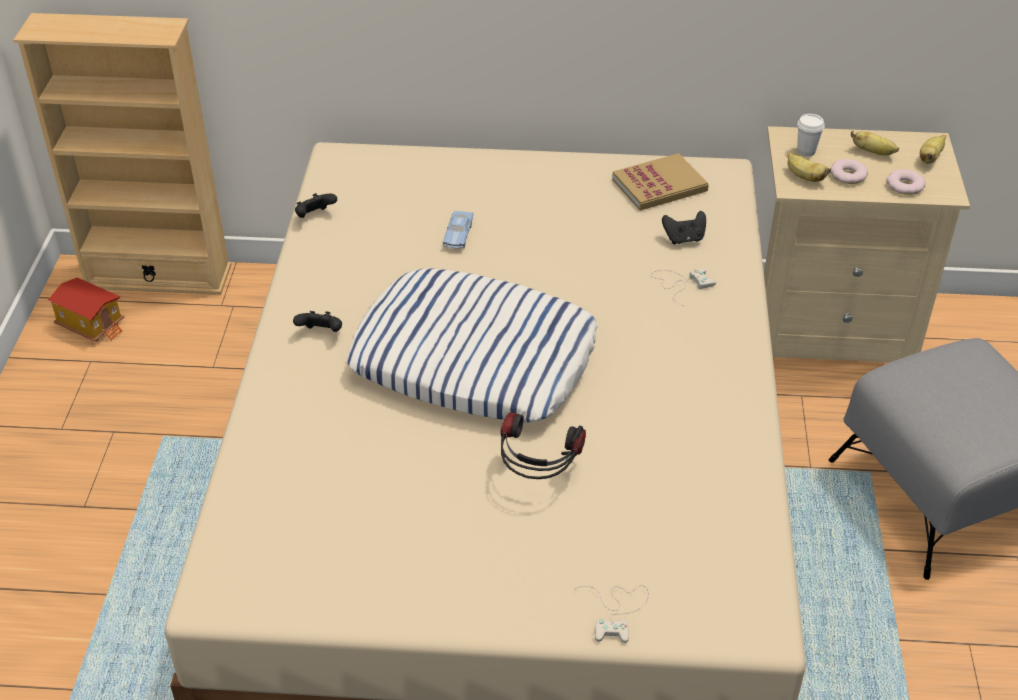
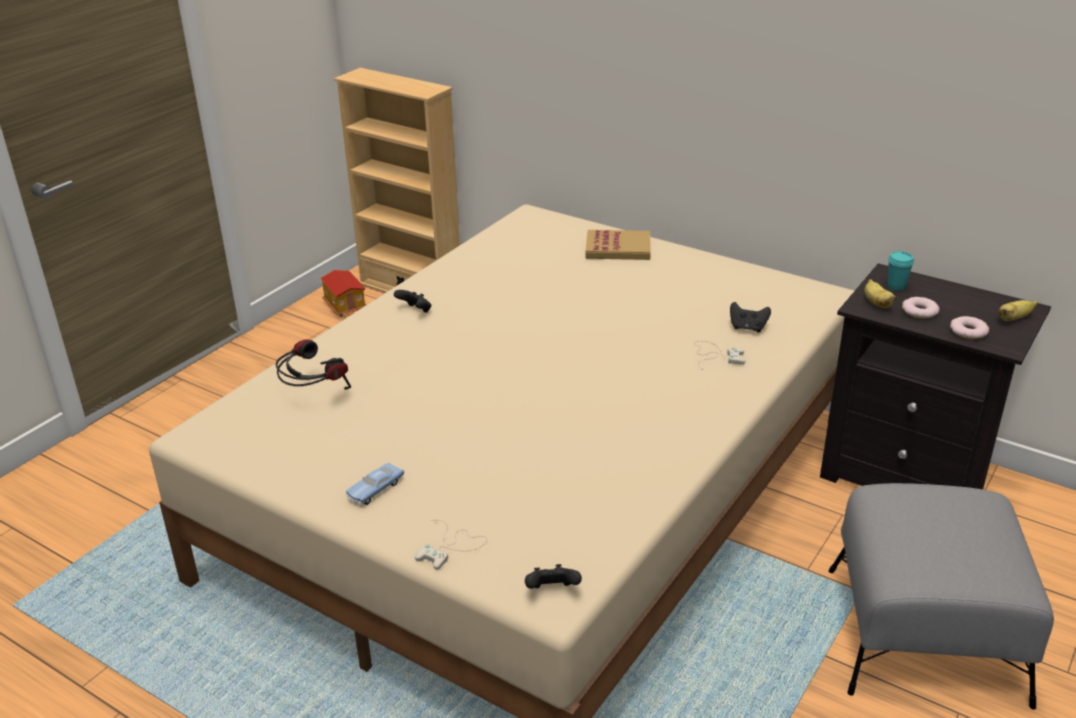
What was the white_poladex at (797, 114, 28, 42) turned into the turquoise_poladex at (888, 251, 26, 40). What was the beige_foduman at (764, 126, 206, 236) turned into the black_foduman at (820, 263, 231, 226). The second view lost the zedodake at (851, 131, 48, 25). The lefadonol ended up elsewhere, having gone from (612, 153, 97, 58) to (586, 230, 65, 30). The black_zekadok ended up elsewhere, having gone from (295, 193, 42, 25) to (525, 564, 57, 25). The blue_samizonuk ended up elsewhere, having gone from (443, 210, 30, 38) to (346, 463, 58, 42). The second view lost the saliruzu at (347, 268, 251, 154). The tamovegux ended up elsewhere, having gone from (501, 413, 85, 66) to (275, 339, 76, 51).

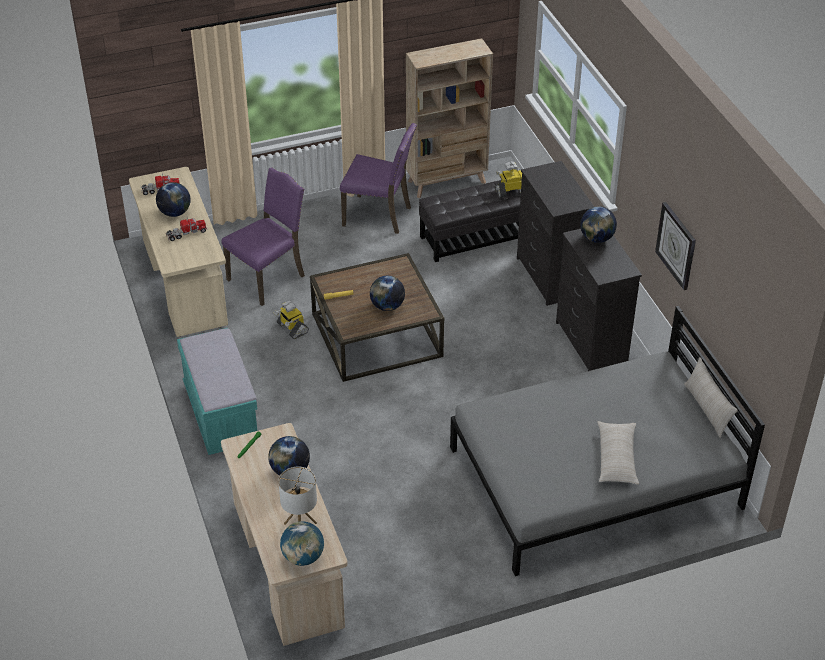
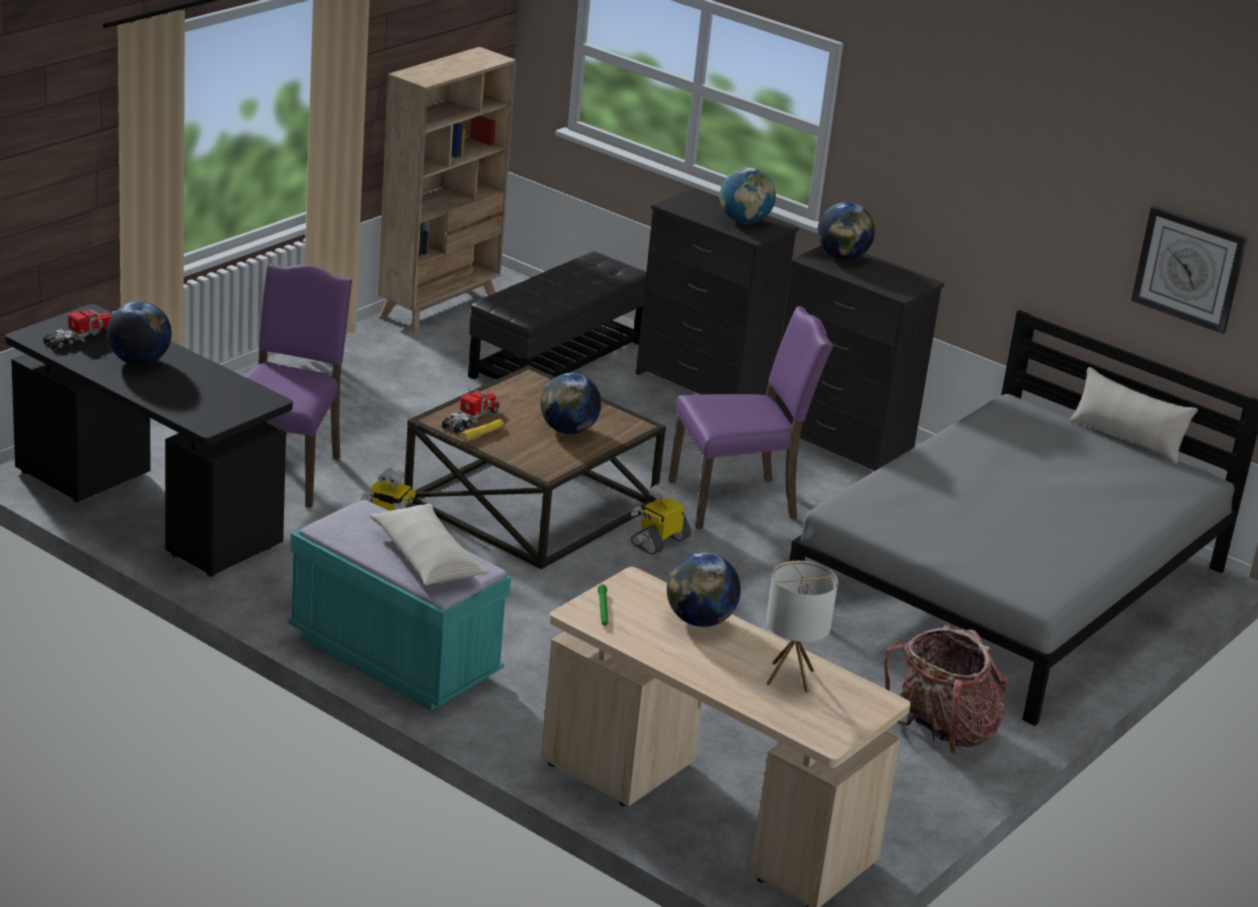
The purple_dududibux ended up elsewhere, having gone from (340, 123, 77, 111) to (669, 306, 164, 223). The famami ended up elsewhere, having gone from (495, 162, 27, 36) to (631, 483, 60, 72). What was the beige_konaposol at (129, 167, 99, 170) turned into the black_konaposol at (5, 304, 288, 273). The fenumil ended up elsewhere, having gone from (655, 202, 41, 88) to (1131, 206, 117, 128). The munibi ended up elsewhere, having gone from (166, 217, 41, 24) to (442, 388, 58, 46). The beige_saliruzu ended up elsewhere, having gone from (598, 421, 41, 64) to (369, 504, 120, 81). The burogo ended up elsewhere, having gone from (280, 521, 44, 45) to (719, 167, 57, 57). The second view gained the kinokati at (884, 625, 123, 130).

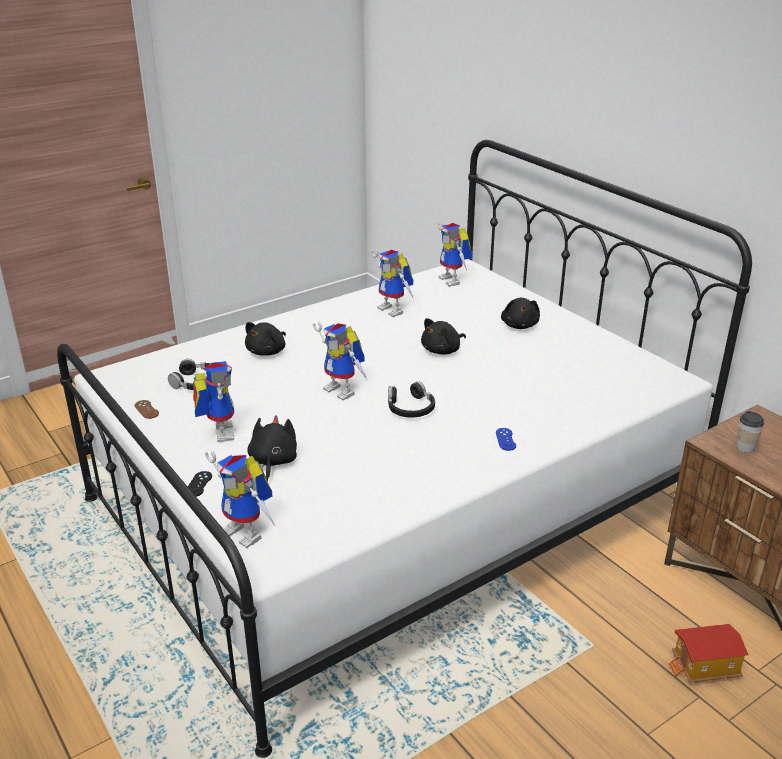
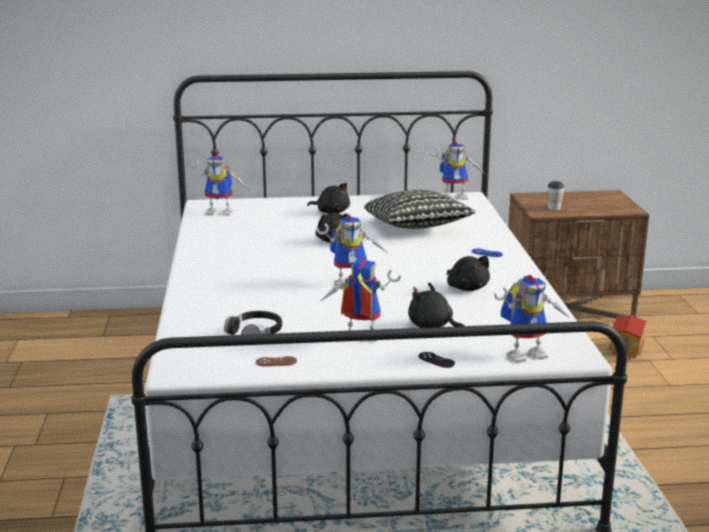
The famami ended up elsewhere, having gone from (371, 249, 43, 68) to (430, 142, 55, 58). The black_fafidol ended up elsewhere, having gone from (245, 322, 41, 34) to (447, 256, 43, 35). The second view lost the black_tamovegux at (388, 381, 47, 37). The second view gained the saliruzu at (364, 190, 112, 39).

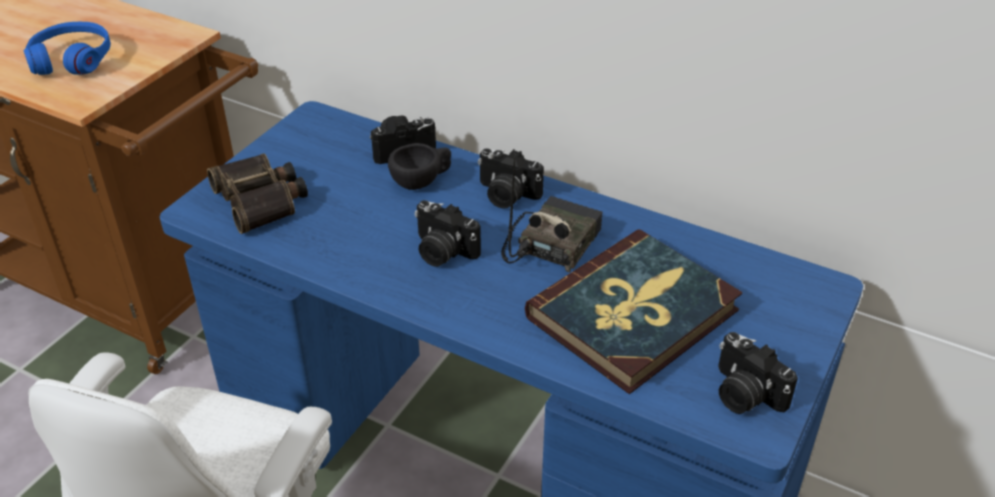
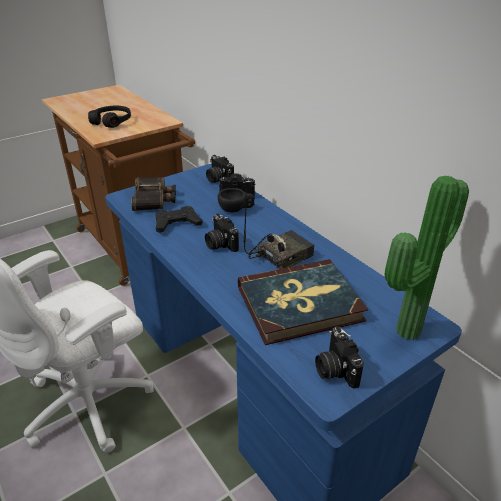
What was the blue_tamovegux at (24, 22, 87, 53) turned into the black_tamovegux at (88, 105, 43, 23). The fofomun ended up elsewhere, having gone from (478, 148, 66, 61) to (206, 155, 28, 28). The second view gained the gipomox at (385, 176, 84, 164). The second view gained the black_zekadok at (155, 206, 48, 27).

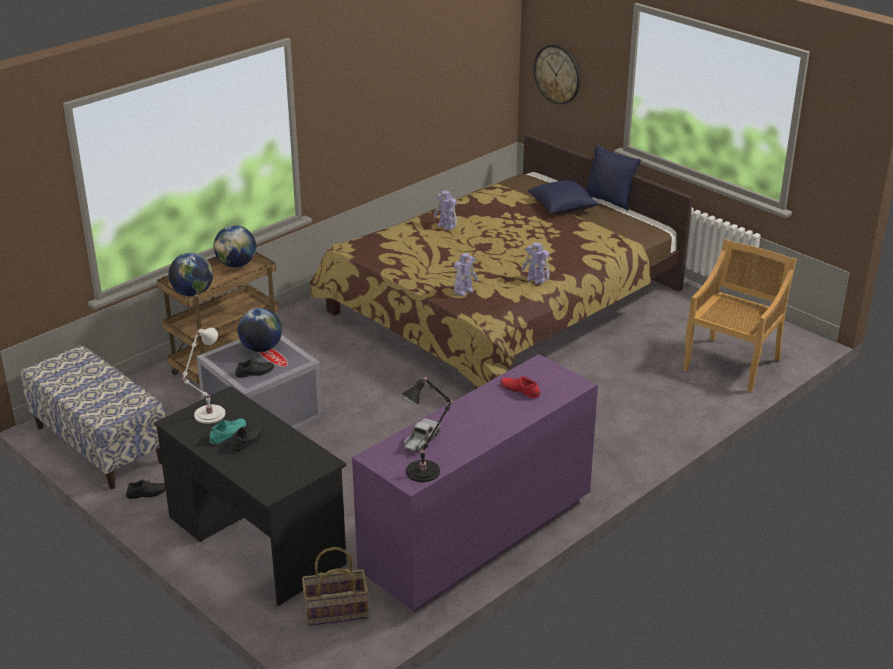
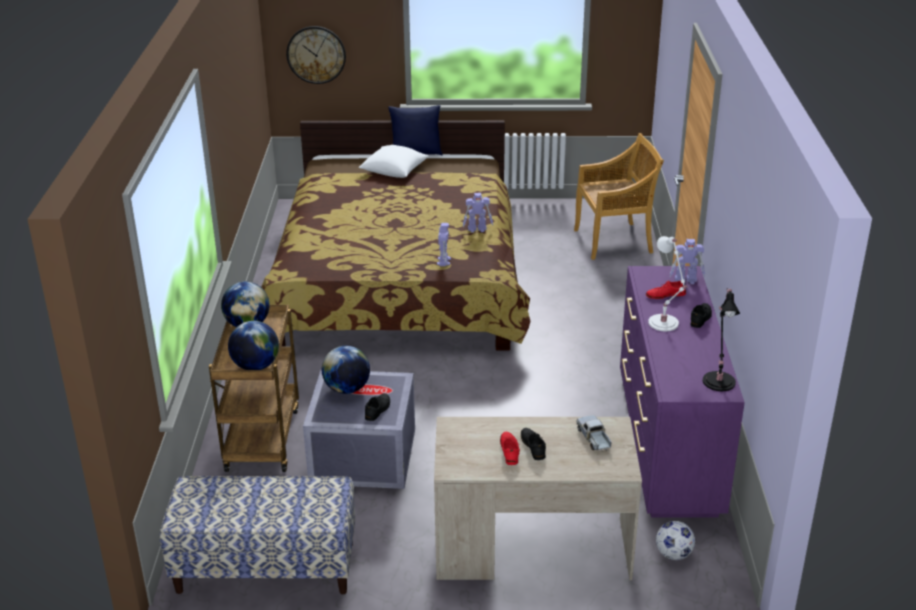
What was the blue_saliruzu at (527, 181, 72, 33) turned into the white_saliruzu at (359, 145, 70, 33). The famami ended up elsewhere, having gone from (434, 190, 24, 40) to (670, 239, 35, 45). The beige_dududibux at (683, 239, 114, 154) ended up facing another way, 90 degrees clockwise from before. The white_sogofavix ended up elsewhere, having gone from (182, 328, 44, 96) to (648, 236, 40, 95). What was the black_konaposol at (154, 386, 193, 220) turned into the beige_konaposol at (434, 417, 208, 163). What was the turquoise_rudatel at (210, 418, 36, 26) turned into the red_rudatel at (500, 432, 20, 33). The munibi ended up elsewhere, having gone from (403, 418, 38, 34) to (576, 415, 36, 35). The black_rudatel ended up elsewhere, having gone from (126, 480, 40, 19) to (690, 303, 22, 25). Where the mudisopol stood at (302, 547, 66, 79), the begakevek came to stand at (656, 521, 39, 39).

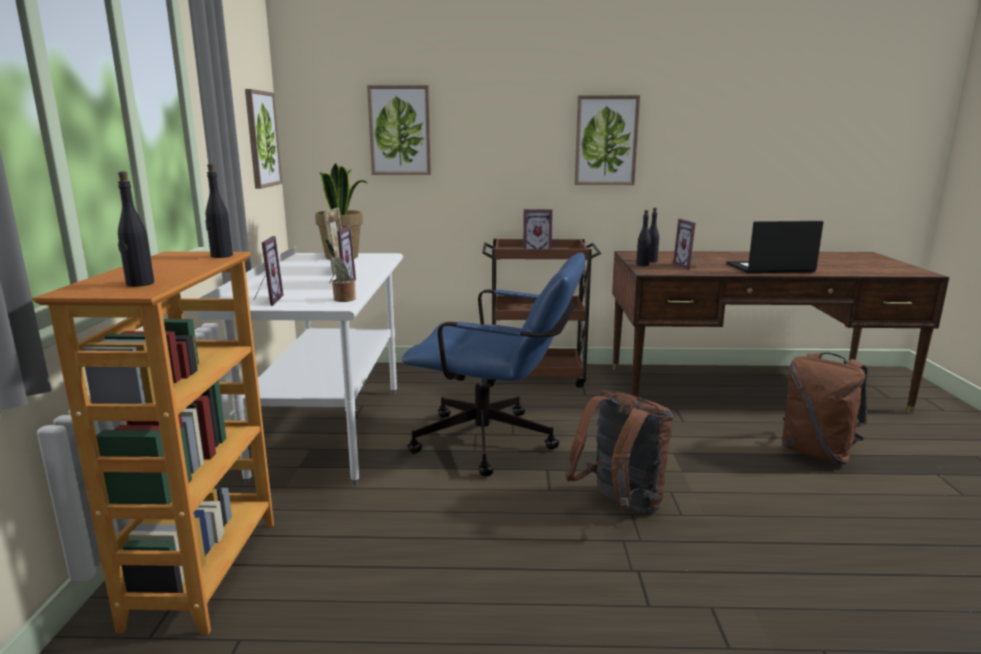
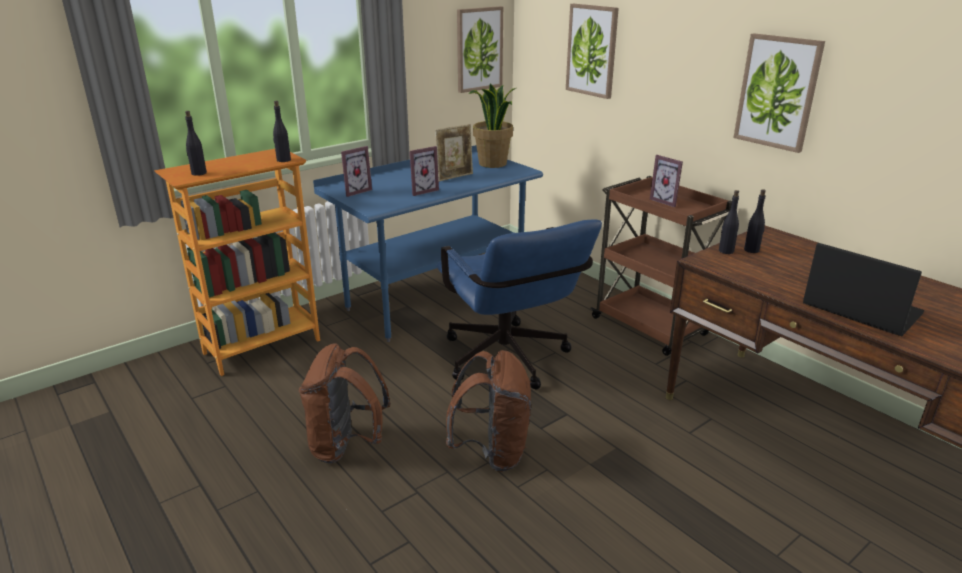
The second view lost the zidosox at (673, 219, 25, 51). The second view lost the gipomox at (326, 239, 30, 63). What was the white_konaposol at (197, 246, 206, 239) turned into the blue_konaposol at (313, 145, 230, 197). The brown_kinokati ended up elsewhere, having gone from (782, 353, 86, 111) to (299, 343, 92, 121).

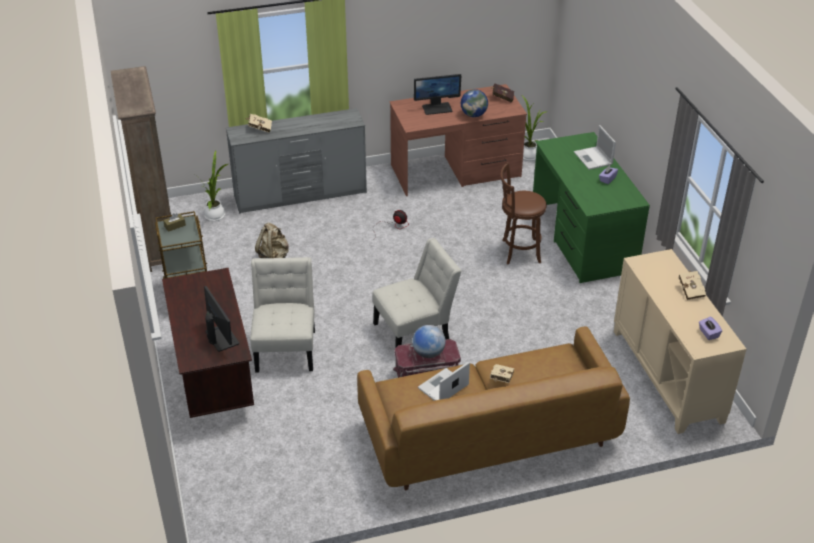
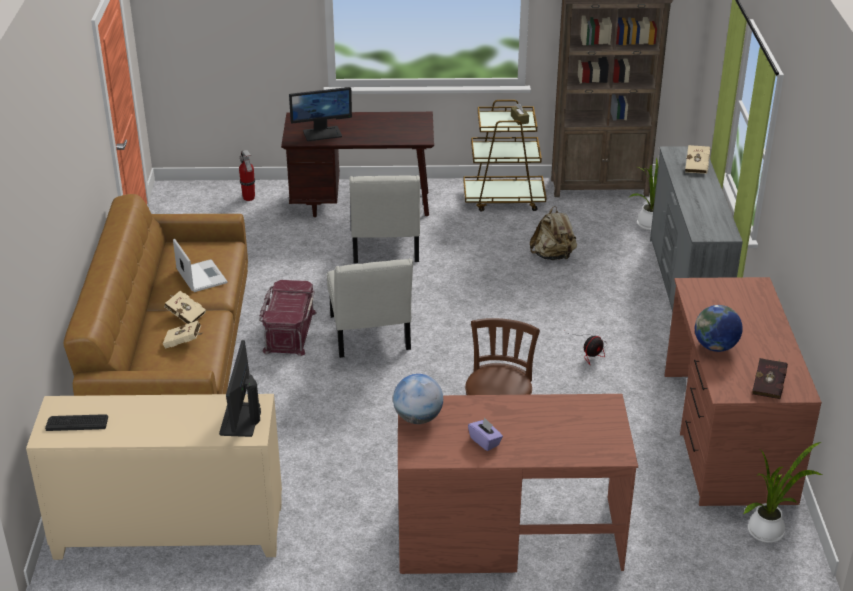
The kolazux ended up elsewhere, having gone from (414, 74, 47, 41) to (219, 340, 42, 97). The second view lost the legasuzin at (574, 125, 42, 45). What was the green_konaposol at (533, 132, 117, 151) turned into the brown_konaposol at (398, 394, 240, 180). The white_dududibux at (250, 257, 65, 116) ended up facing another way, 75 degrees clockwise from before. The beige_lefadonol ended up elsewhere, having gone from (678, 271, 28, 29) to (163, 321, 40, 27). Where the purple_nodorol stood at (699, 317, 23, 23), the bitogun came to stand at (45, 414, 63, 17). The burogo ended up elsewhere, having gone from (412, 325, 34, 33) to (393, 374, 50, 50). The second view gained the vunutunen at (239, 150, 16, 51).

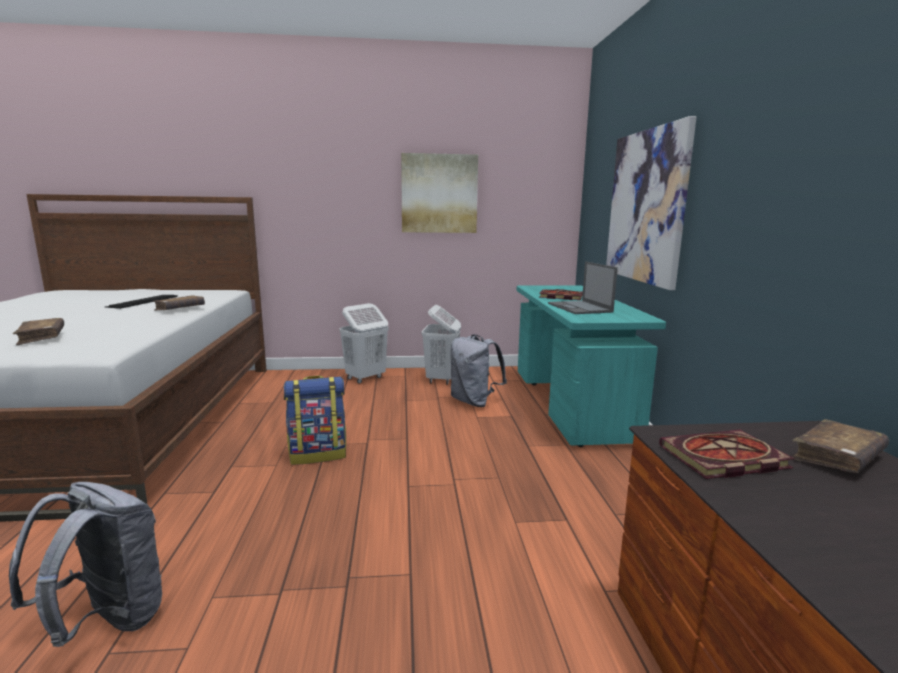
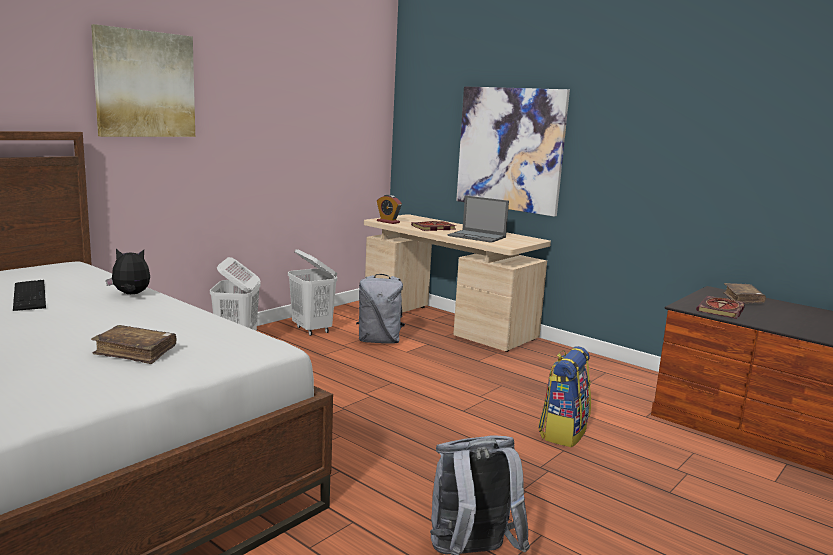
The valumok ended up elsewhere, having gone from (401, 153, 77, 80) to (91, 24, 104, 113). What was the turquoise_konaposol at (517, 285, 149, 162) turned into the beige_konaposol at (364, 214, 187, 138). Where the brown_lefadonol stood at (152, 295, 53, 15), the fafidol came to stand at (106, 249, 44, 45). The kinokati ended up elsewhere, having gone from (284, 376, 62, 89) to (538, 346, 53, 101). The second view gained the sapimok at (377, 195, 25, 29).

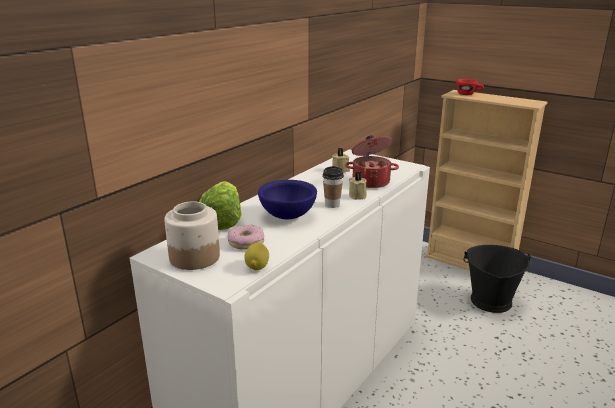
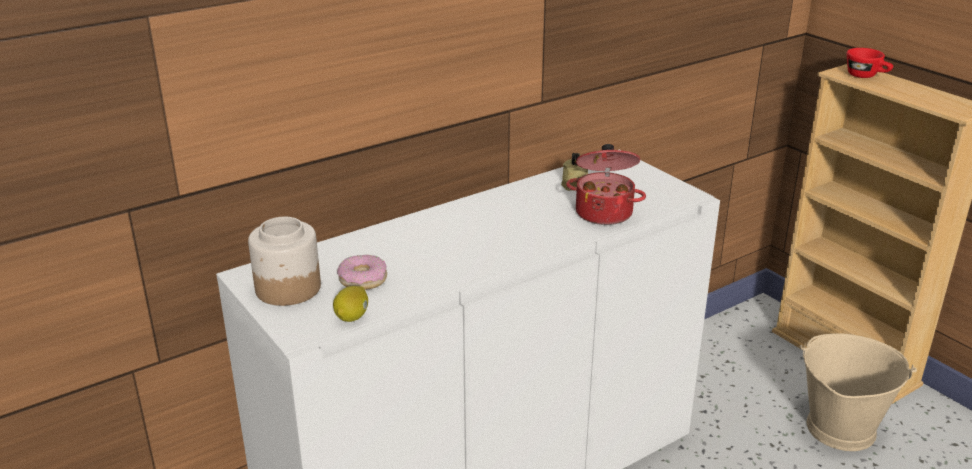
The second view lost the poladex at (322, 166, 22, 42). The second view lost the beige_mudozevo at (349, 171, 18, 29). The second view lost the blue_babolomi at (258, 180, 59, 39). The second view lost the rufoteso at (199, 181, 43, 49). What was the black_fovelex at (465, 245, 66, 68) turned into the beige_fovelex at (799, 333, 118, 118).

